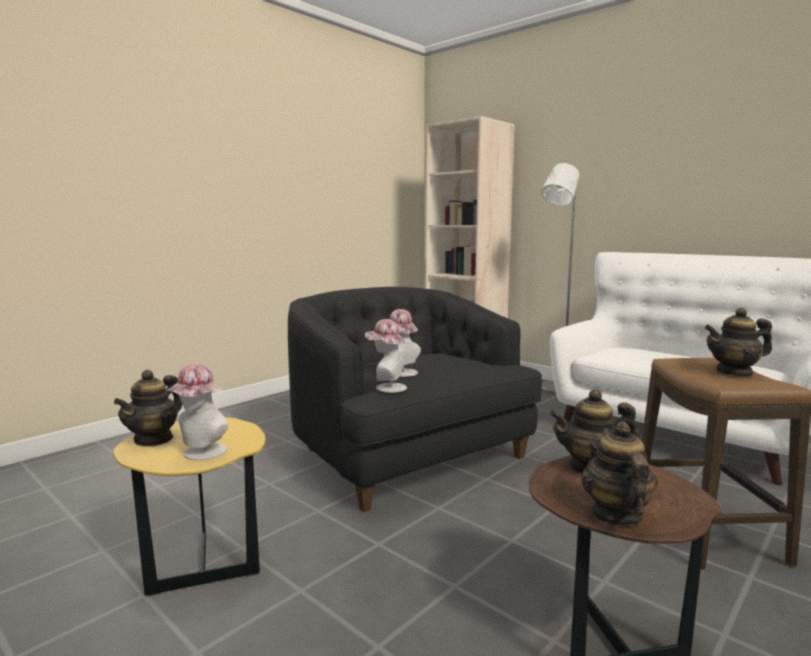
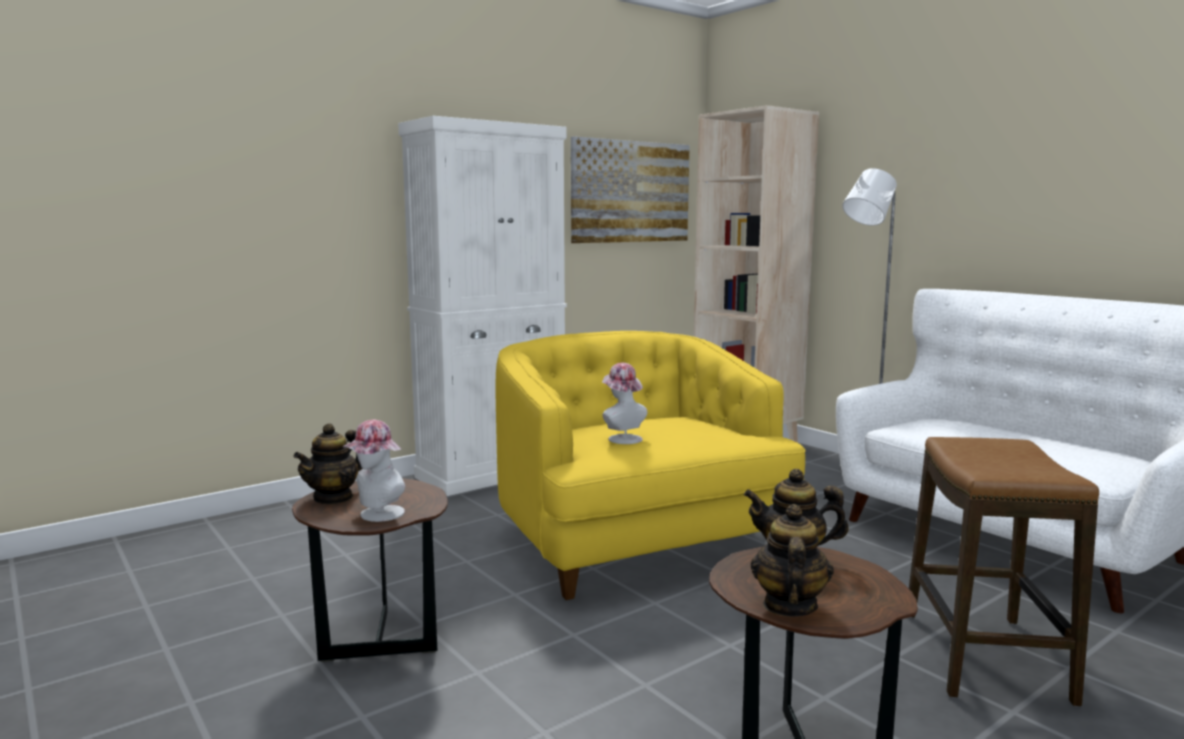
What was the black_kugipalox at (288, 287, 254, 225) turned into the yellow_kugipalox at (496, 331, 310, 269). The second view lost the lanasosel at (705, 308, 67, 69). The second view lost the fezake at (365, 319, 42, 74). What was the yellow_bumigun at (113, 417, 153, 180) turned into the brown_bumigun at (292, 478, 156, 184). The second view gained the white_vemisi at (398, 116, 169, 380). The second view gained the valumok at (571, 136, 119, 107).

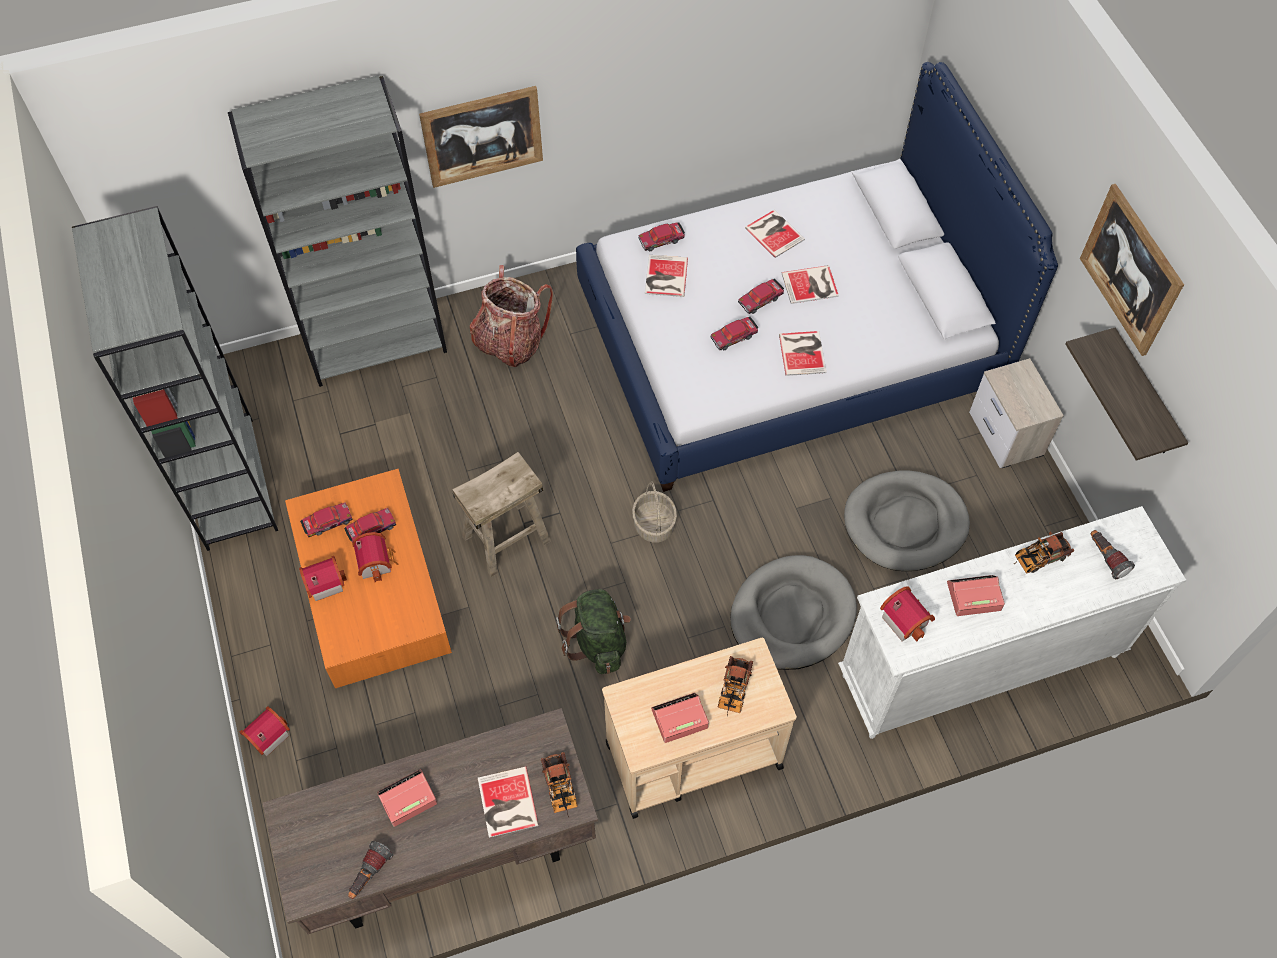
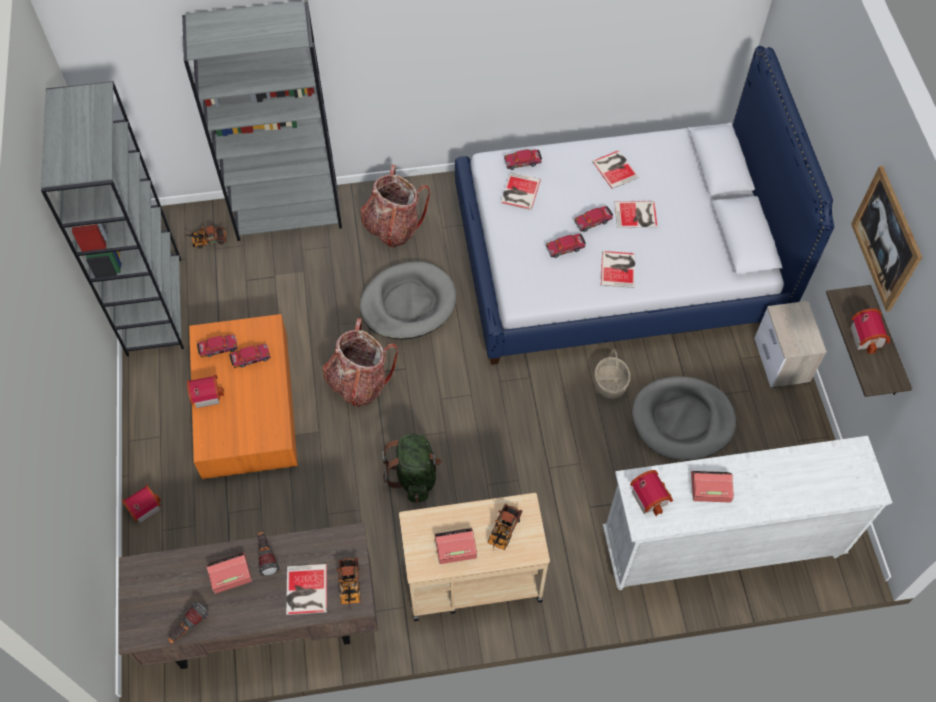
The second view lost the valumok at (419, 86, 124, 102). Where the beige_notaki stood at (452, 452, 99, 125), the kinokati came to stand at (323, 318, 75, 89). The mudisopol ended up elsewhere, having gone from (632, 481, 45, 61) to (595, 349, 36, 50). The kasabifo ended up elsewhere, having gone from (1091, 530, 44, 49) to (258, 531, 22, 45). The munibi ended up elsewhere, having gone from (1014, 531, 60, 42) to (184, 224, 42, 24). The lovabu ended up elsewhere, having gone from (352, 532, 46, 51) to (850, 308, 40, 46). The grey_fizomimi ended up elsewhere, having gone from (730, 555, 127, 115) to (360, 262, 96, 78).

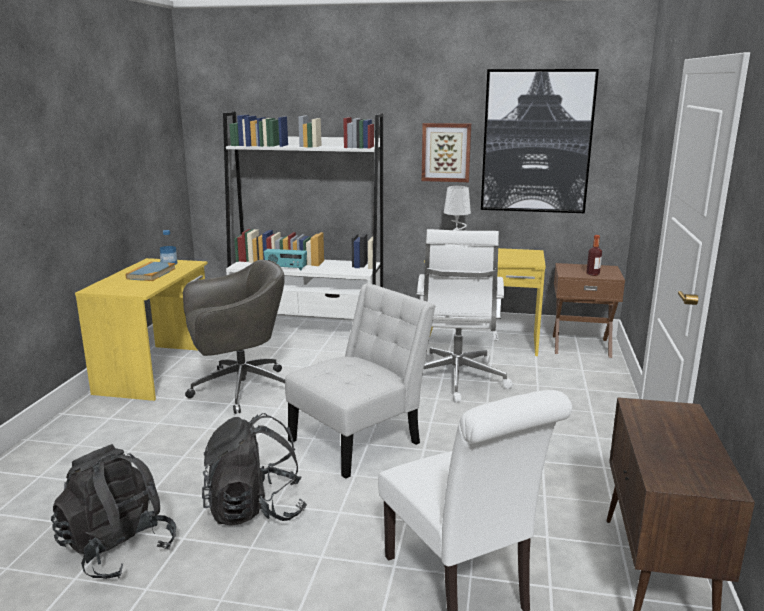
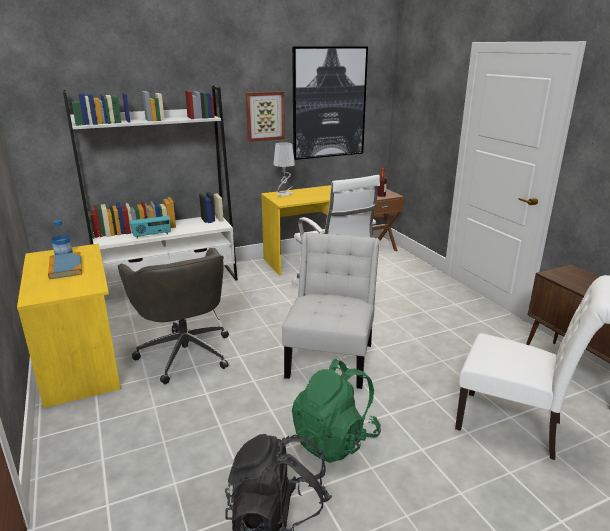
The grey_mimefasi at (183, 260, 102, 154) ended up facing another way, 120 degrees clockwise from before. What was the black_kinokati at (202, 413, 105, 112) turned into the green_kinokati at (292, 359, 89, 104).

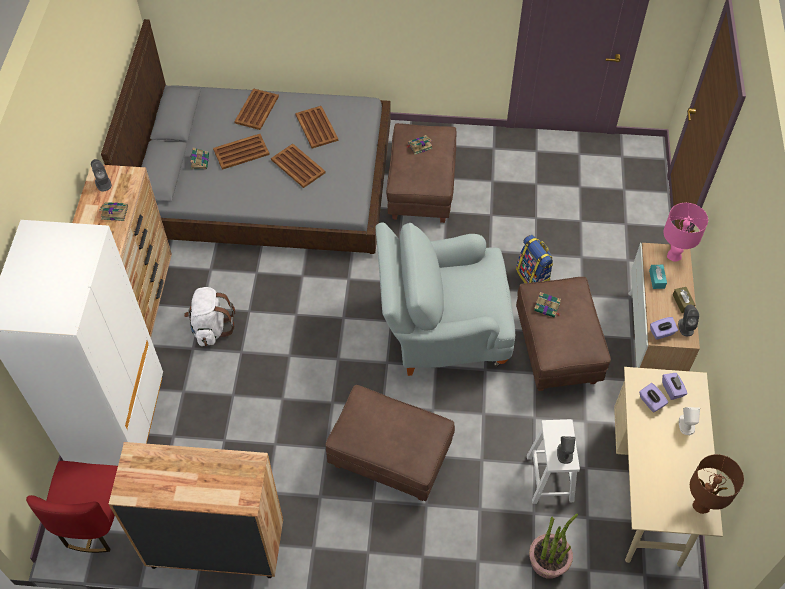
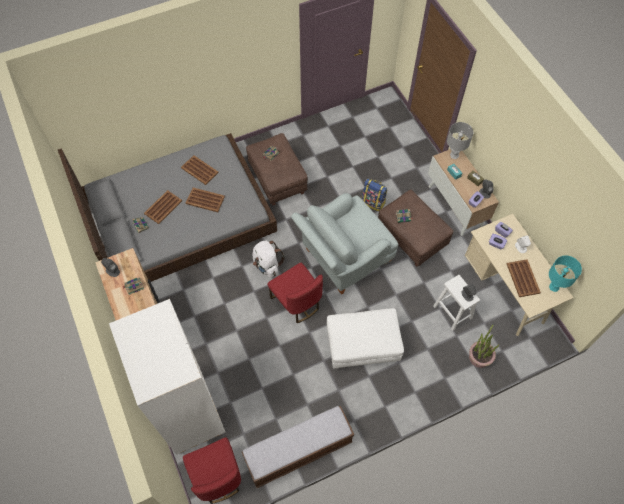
The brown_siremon ended up elsewhere, having gone from (234, 88, 45, 42) to (507, 259, 34, 38). What was the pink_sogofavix at (663, 203, 45, 59) turned into the grey_sogofavix at (447, 122, 26, 37). The white_kinokati ended up elsewhere, having gone from (184, 287, 51, 59) to (253, 241, 32, 37). What was the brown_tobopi at (325, 385, 130, 116) turned into the white_tobopi at (327, 308, 77, 61). Where the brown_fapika stood at (109, 442, 174, 136), the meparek came to stand at (242, 406, 112, 83). What was the brown_sogofavix at (690, 454, 54, 60) turned into the turquoise_sogofavix at (549, 255, 33, 37). The second view gained the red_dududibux at (267, 263, 56, 60).

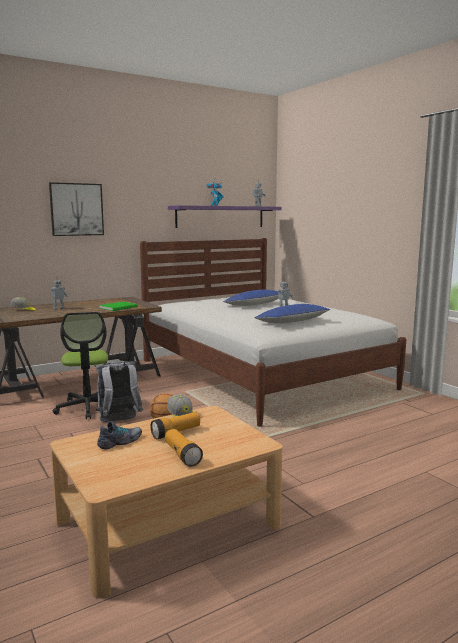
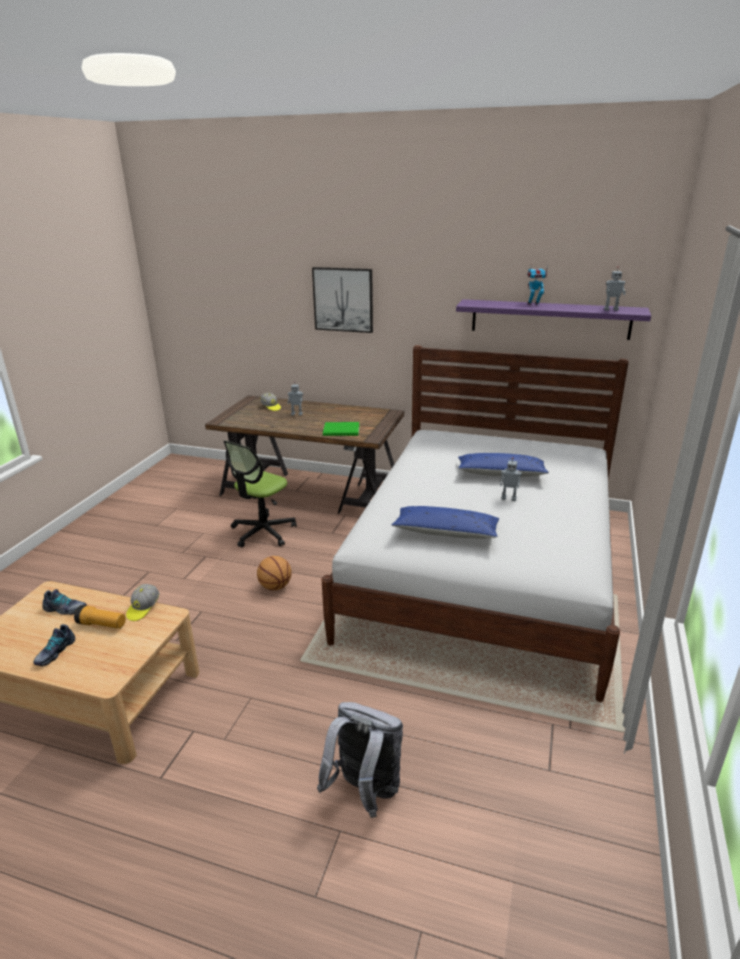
The grey_kinokati ended up elsewhere, having gone from (96, 360, 47, 62) to (317, 702, 86, 116). Where the kasabifo stood at (165, 429, 38, 38), the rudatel came to stand at (33, 624, 42, 42).

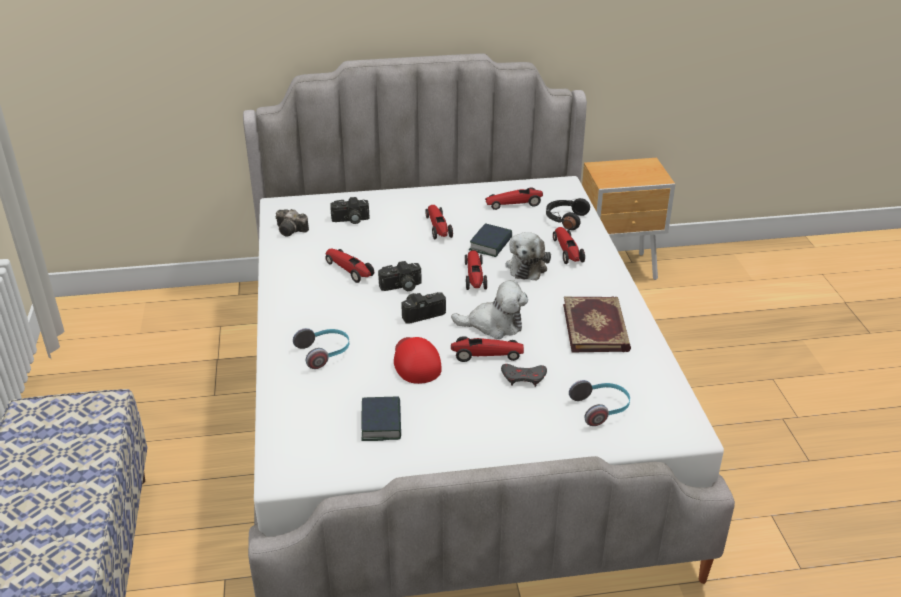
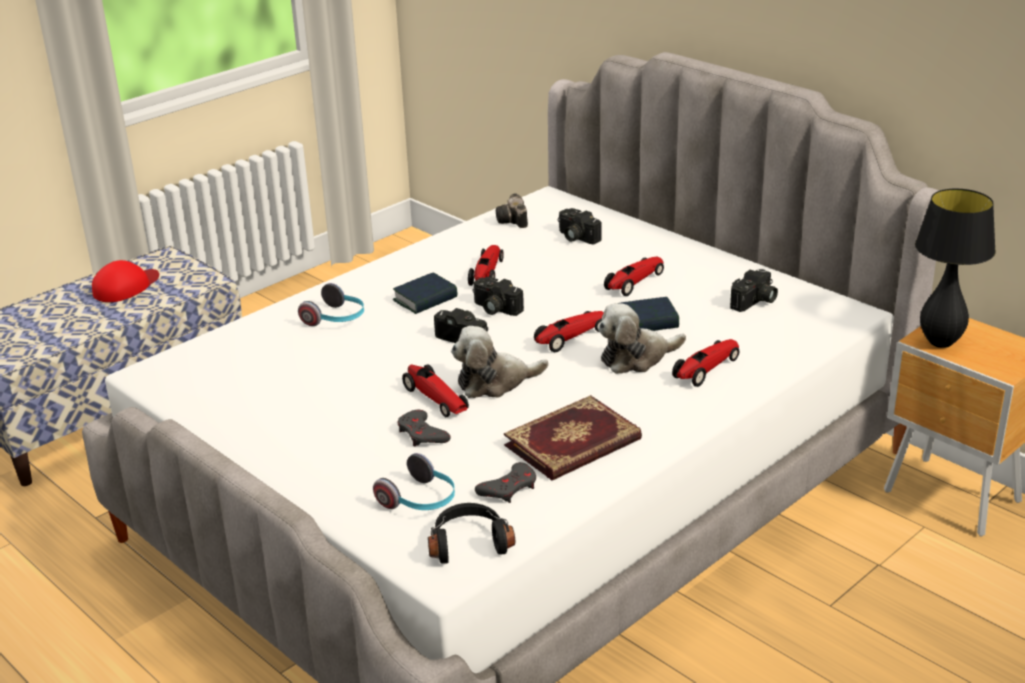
Where the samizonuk stood at (485, 187, 58, 23), the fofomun came to stand at (730, 269, 48, 43). The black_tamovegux ended up elsewhere, having gone from (546, 198, 44, 32) to (428, 503, 87, 61). The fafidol at (451, 280, 77, 59) ended up facing another way, 105 degrees clockwise from before. The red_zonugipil ended up elsewhere, having gone from (394, 337, 48, 47) to (92, 260, 67, 42). The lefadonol ended up elsewhere, having gone from (361, 396, 40, 45) to (393, 273, 64, 41). The second view gained the black_sogofavix at (915, 189, 81, 159). The second view gained the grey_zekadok at (475, 462, 61, 41).

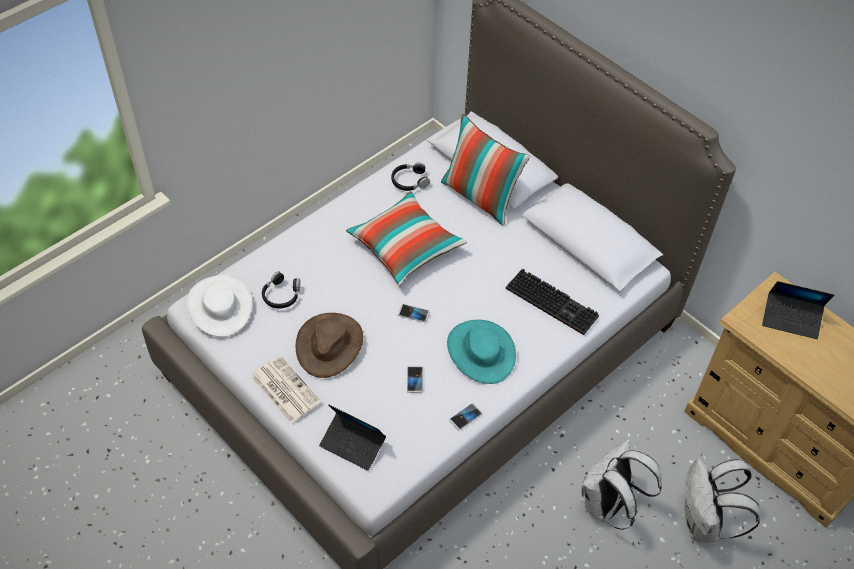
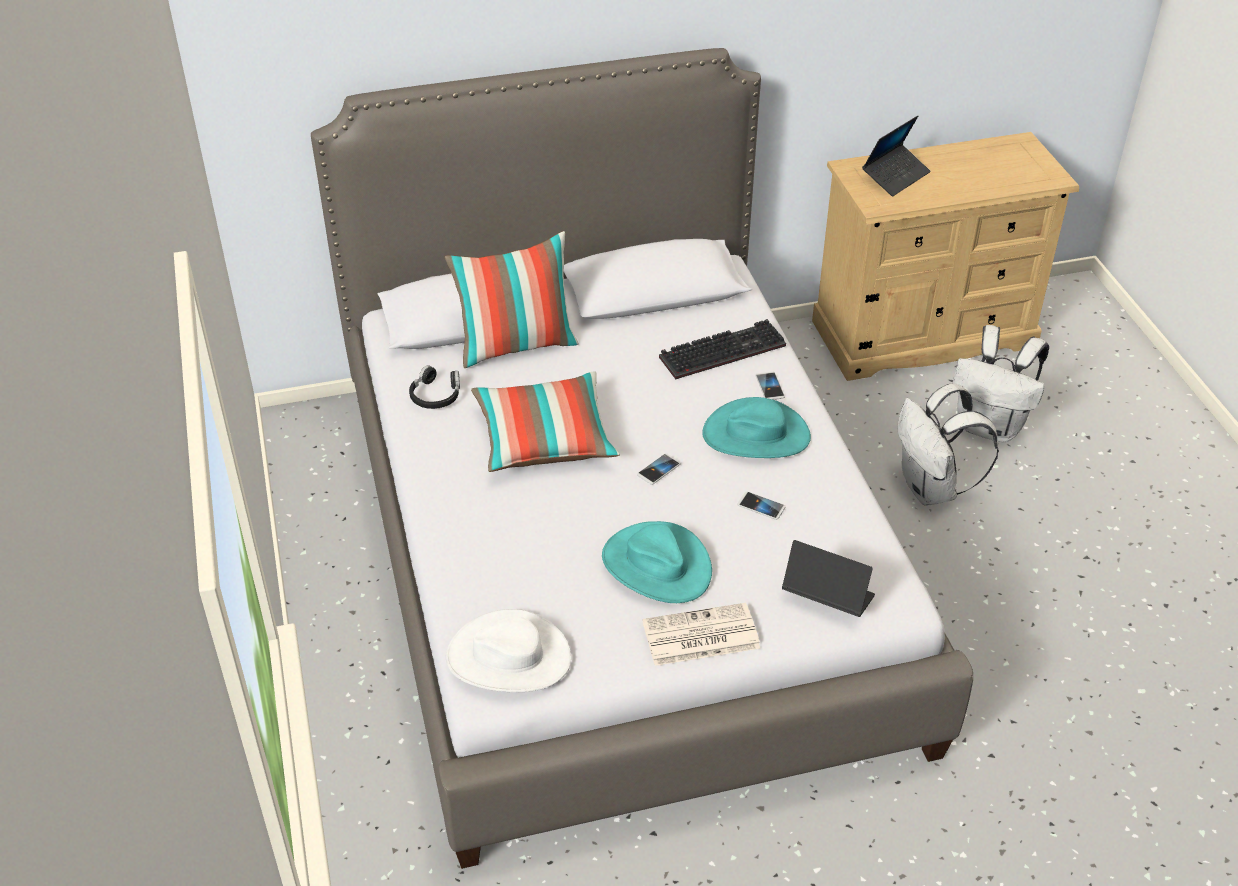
The second view lost the black_tamovegux at (262, 272, 38, 36). What was the brown_fezake at (296, 313, 67, 65) turned into the turquoise_fezake at (602, 521, 110, 82). The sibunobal ended up elsewhere, having gone from (449, 403, 34, 27) to (756, 372, 29, 28). The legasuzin at (319, 404, 67, 67) ended up facing another way, 120 degrees counterclockwise from before.

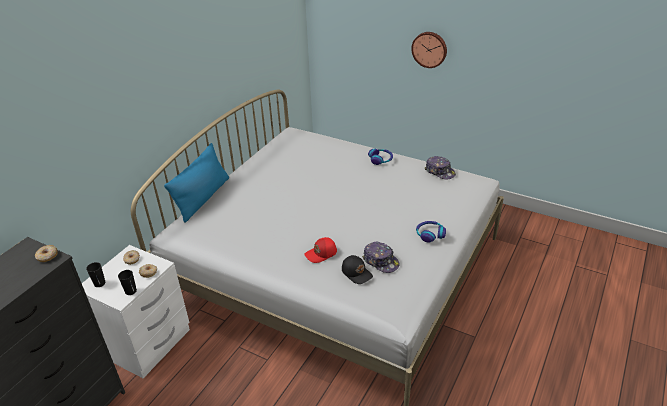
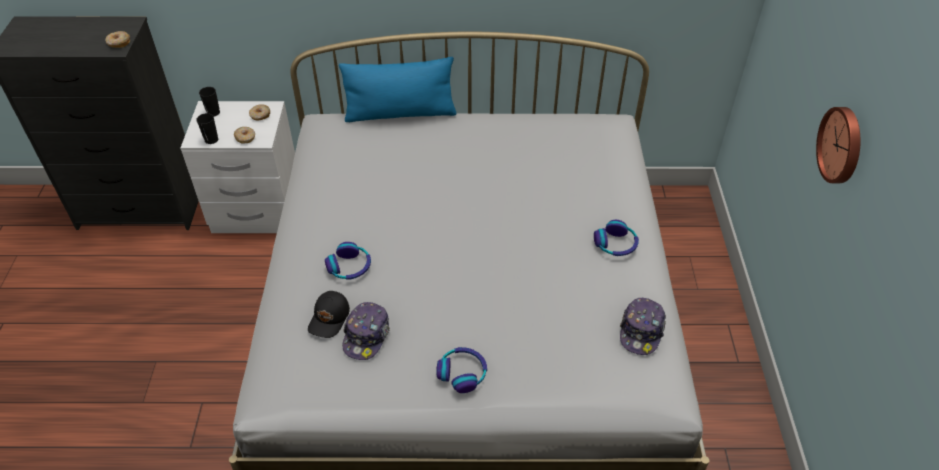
Where the red_zonugipil stood at (304, 237, 33, 26), the tamovegux came to stand at (325, 242, 46, 38).

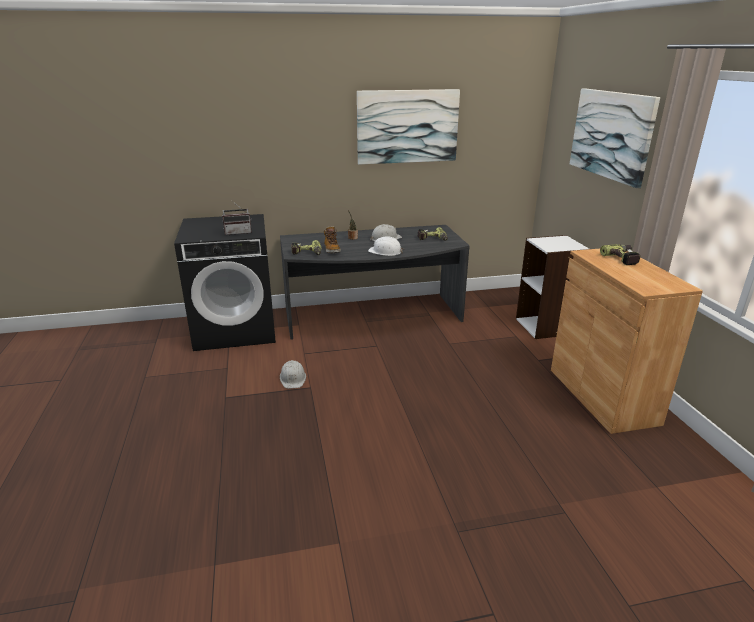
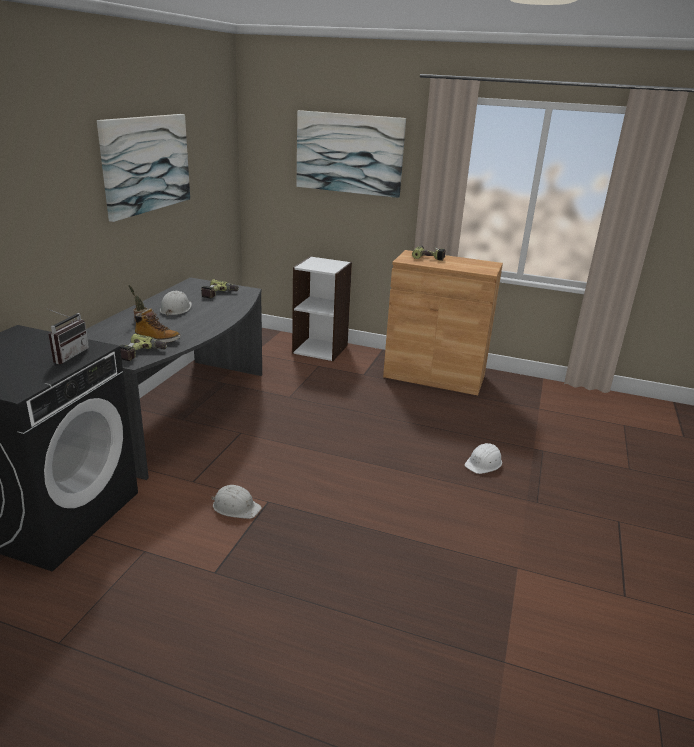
The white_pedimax ended up elsewhere, having gone from (368, 236, 36, 20) to (464, 443, 38, 31).

